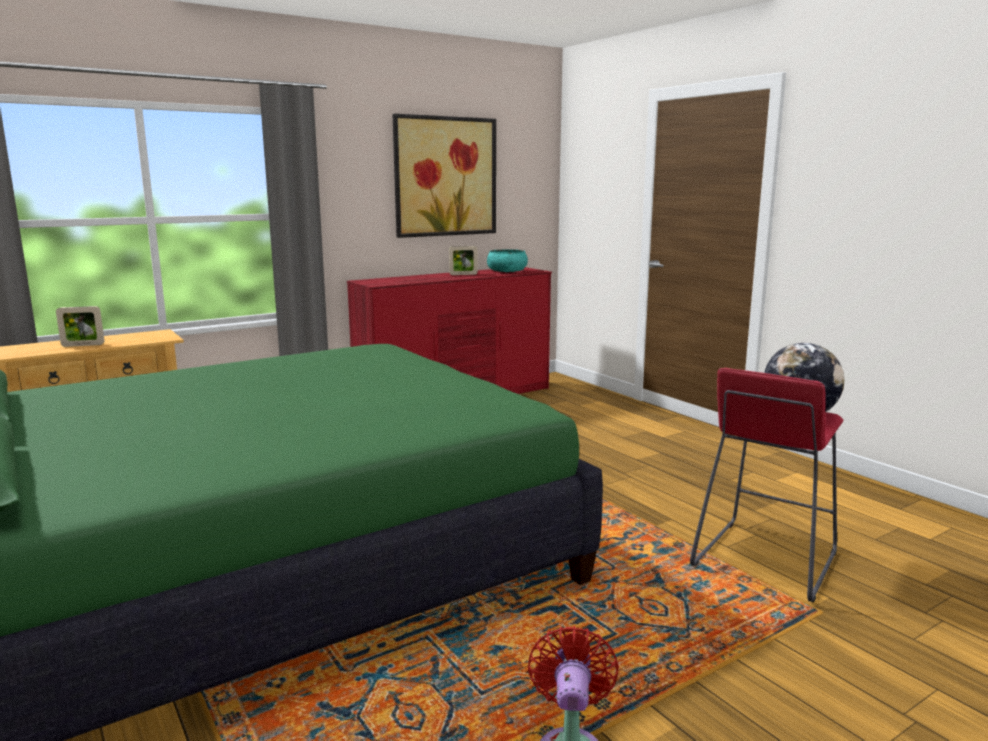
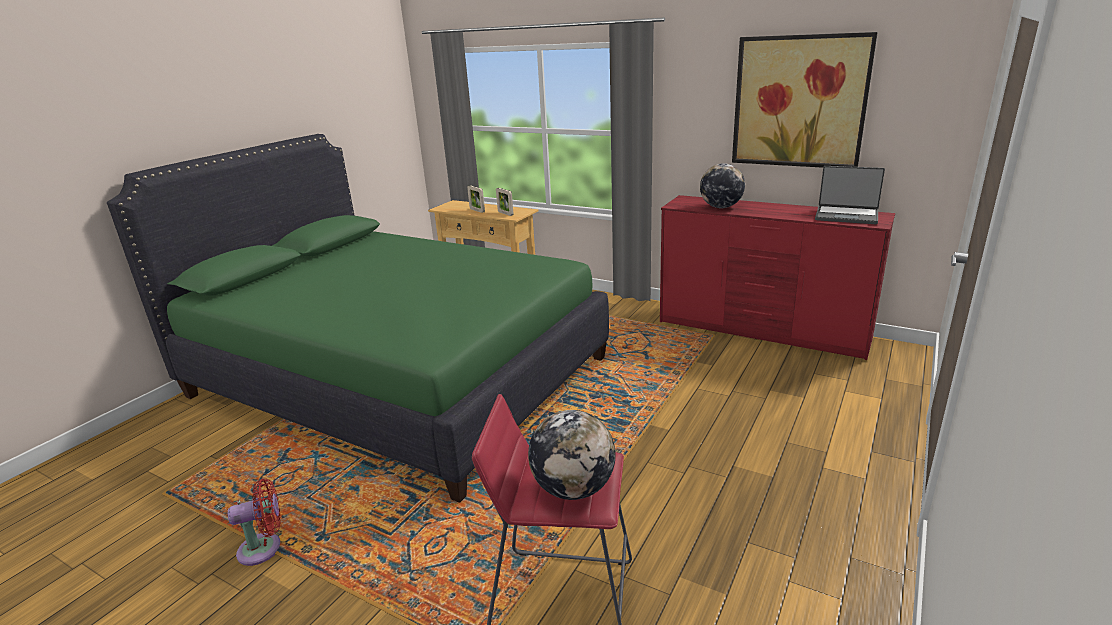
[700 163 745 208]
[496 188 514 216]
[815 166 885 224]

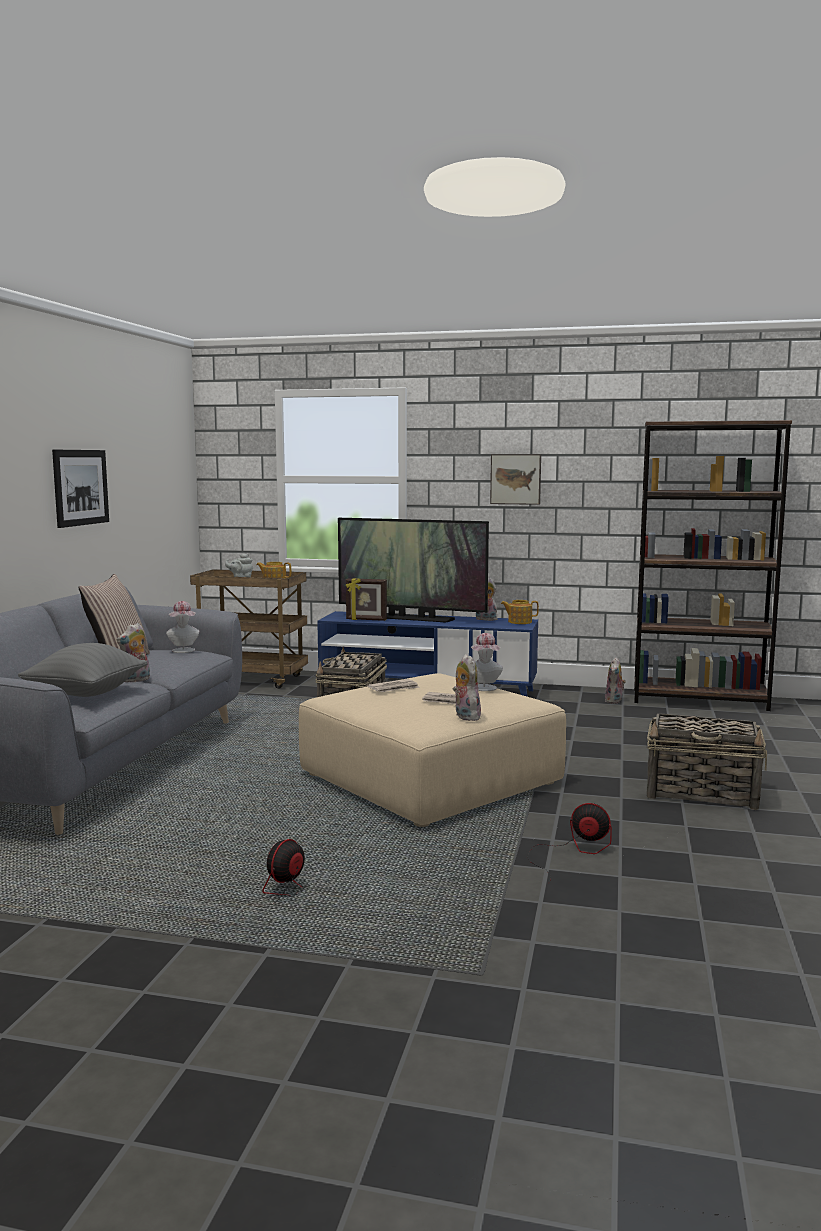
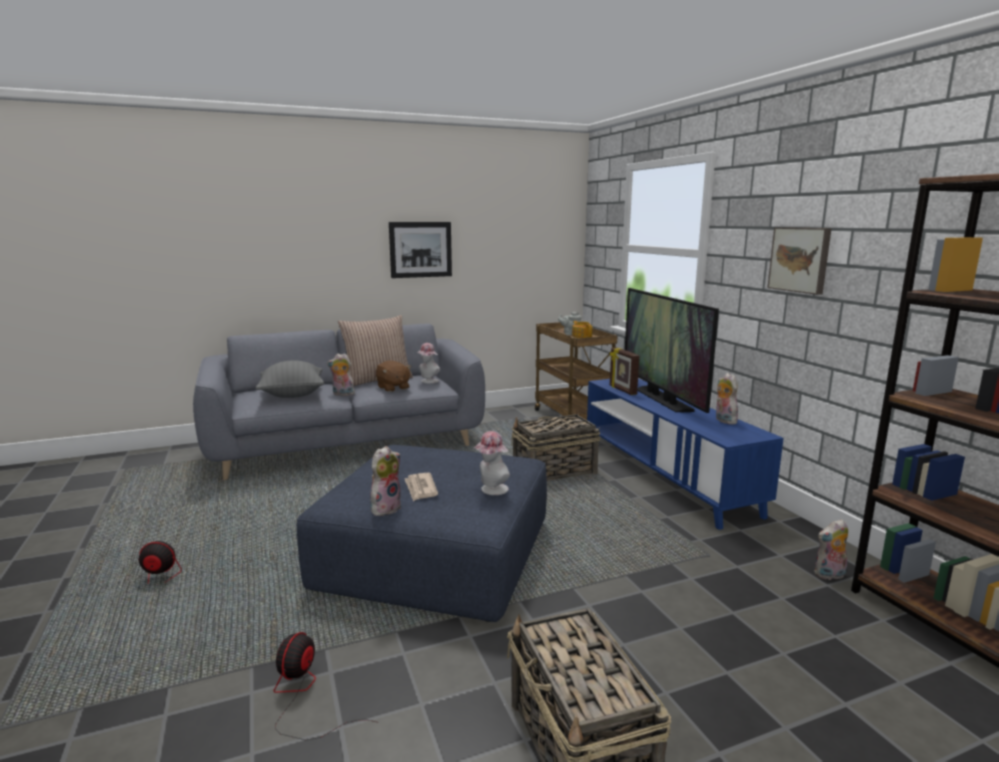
[367 679 420 692] (first image)
[501 600 539 624] (first image)
[376 360 411 392]
[297 445 547 622]
[274 632 379 740]

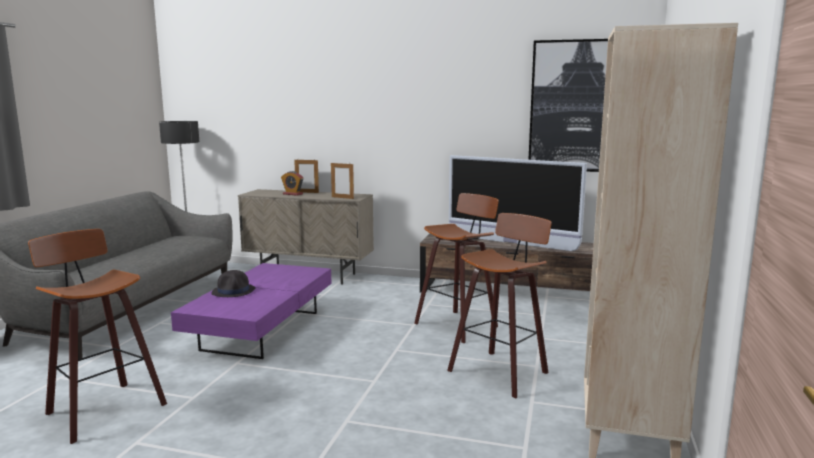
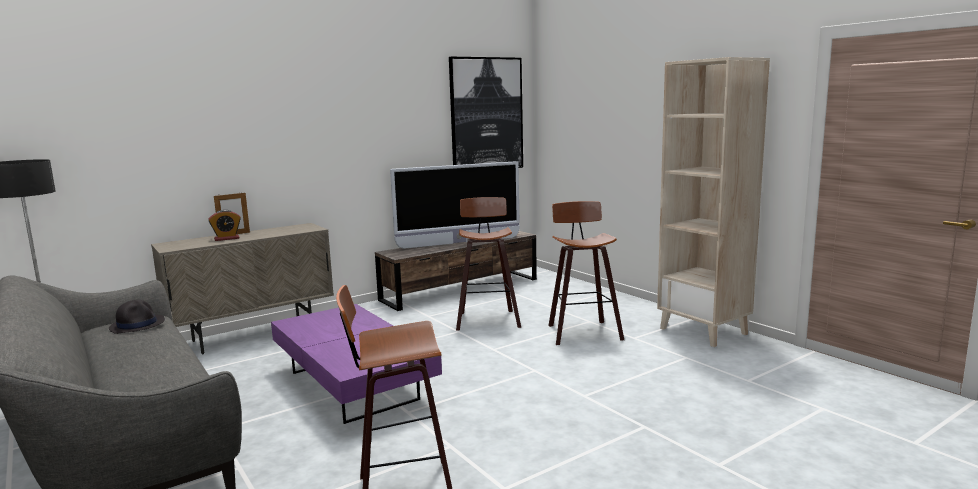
[331 163 354 199] (first image)
[109 300 165 334]

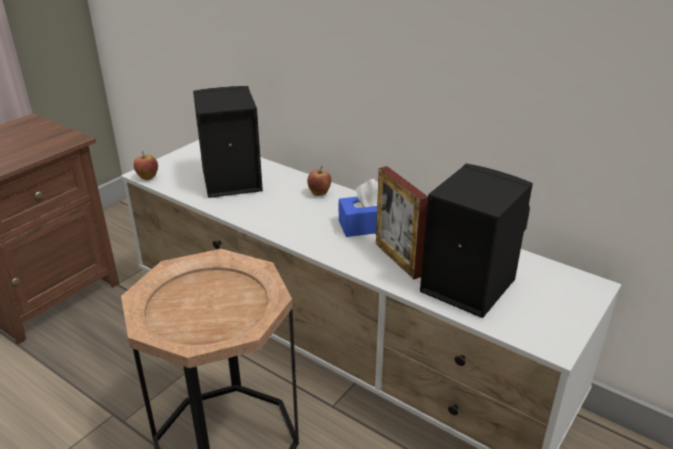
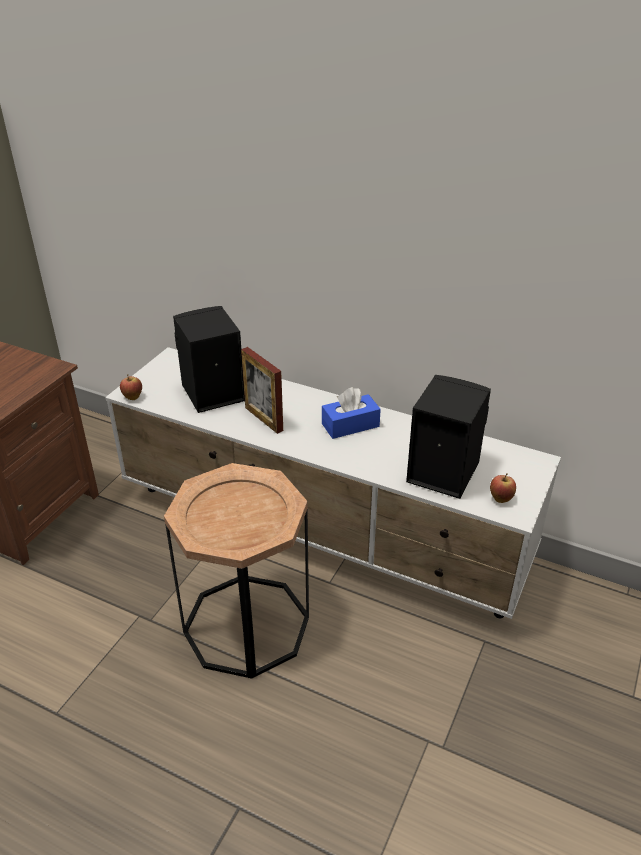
[490 473 516 503]
[241 347 283 434]

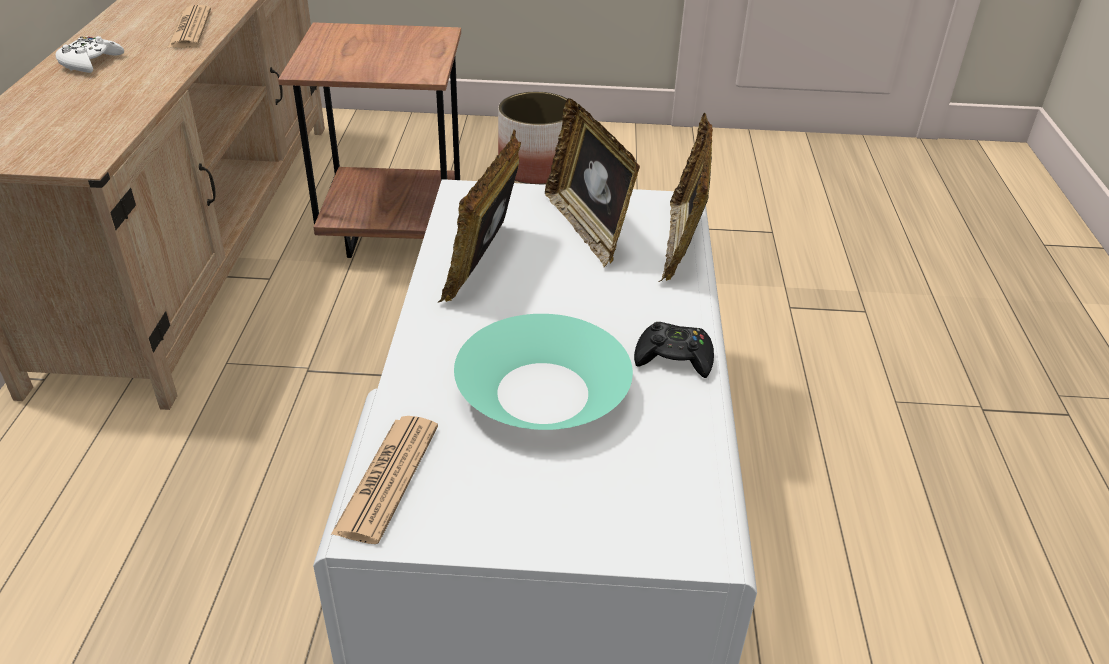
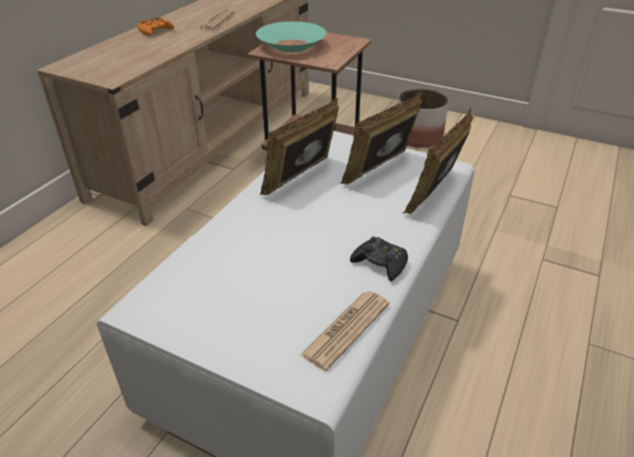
[300 291 389 371]
[256 21 326 53]
[138 17 174 36]
[340 92 422 184]

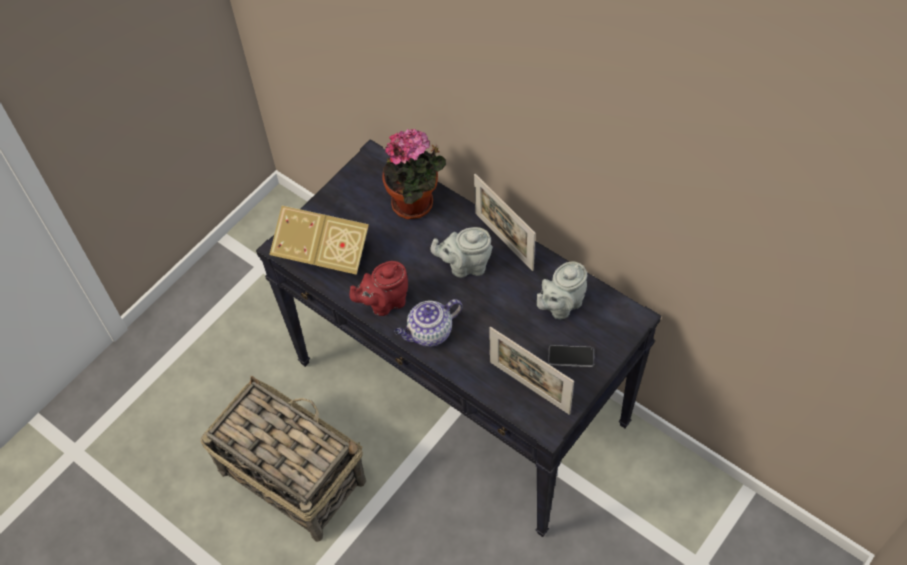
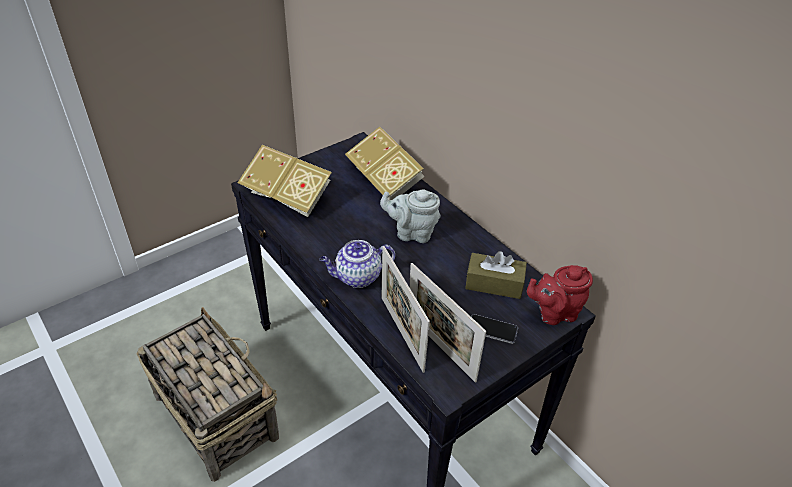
[527 265 593 325]
[381 246 430 373]
[345 127 425 200]
[465 251 527 299]

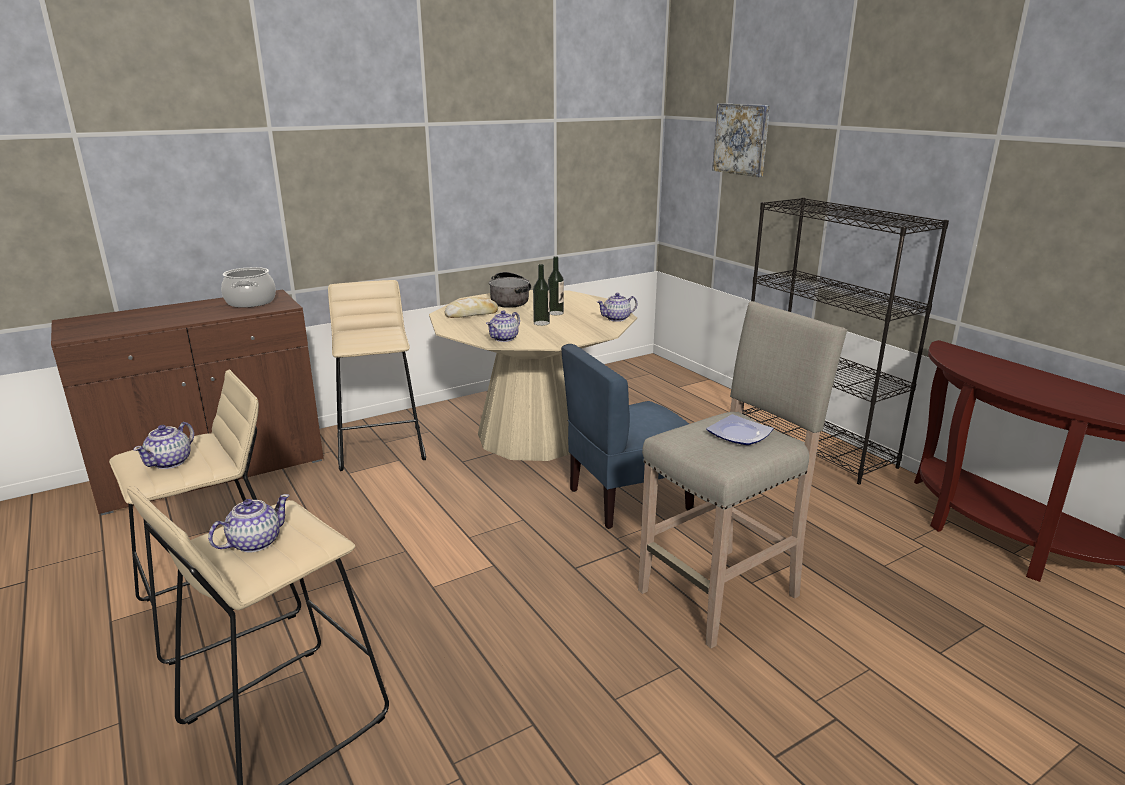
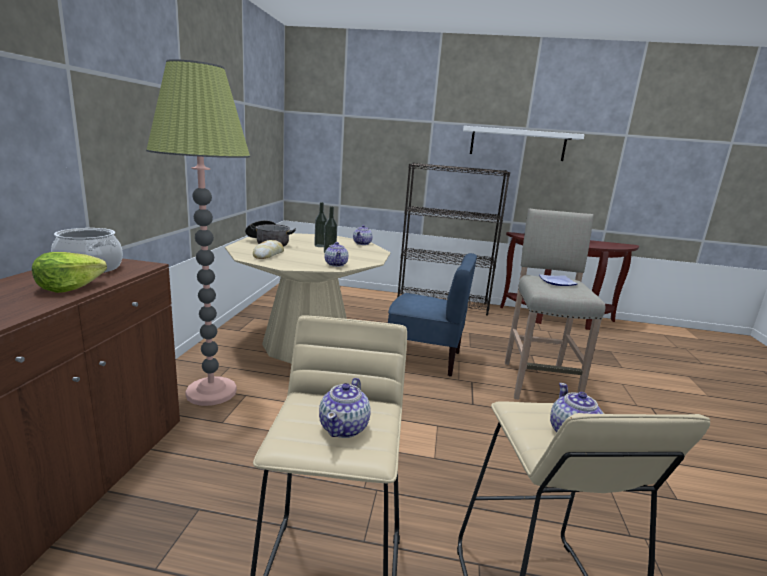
[712 103 770 177] (first image)
[32 252 107 293]
[463 126 585 161]
[146 59 250 406]
[319 378 371 438]
[388 253 477 377]

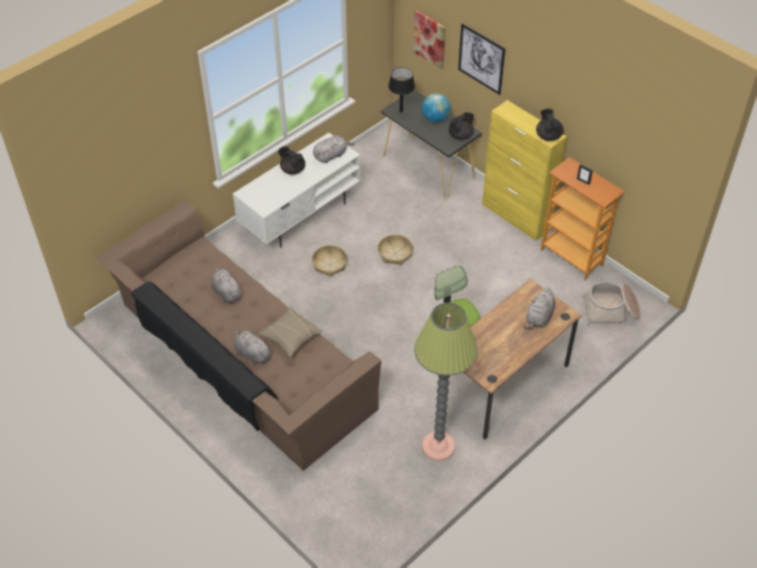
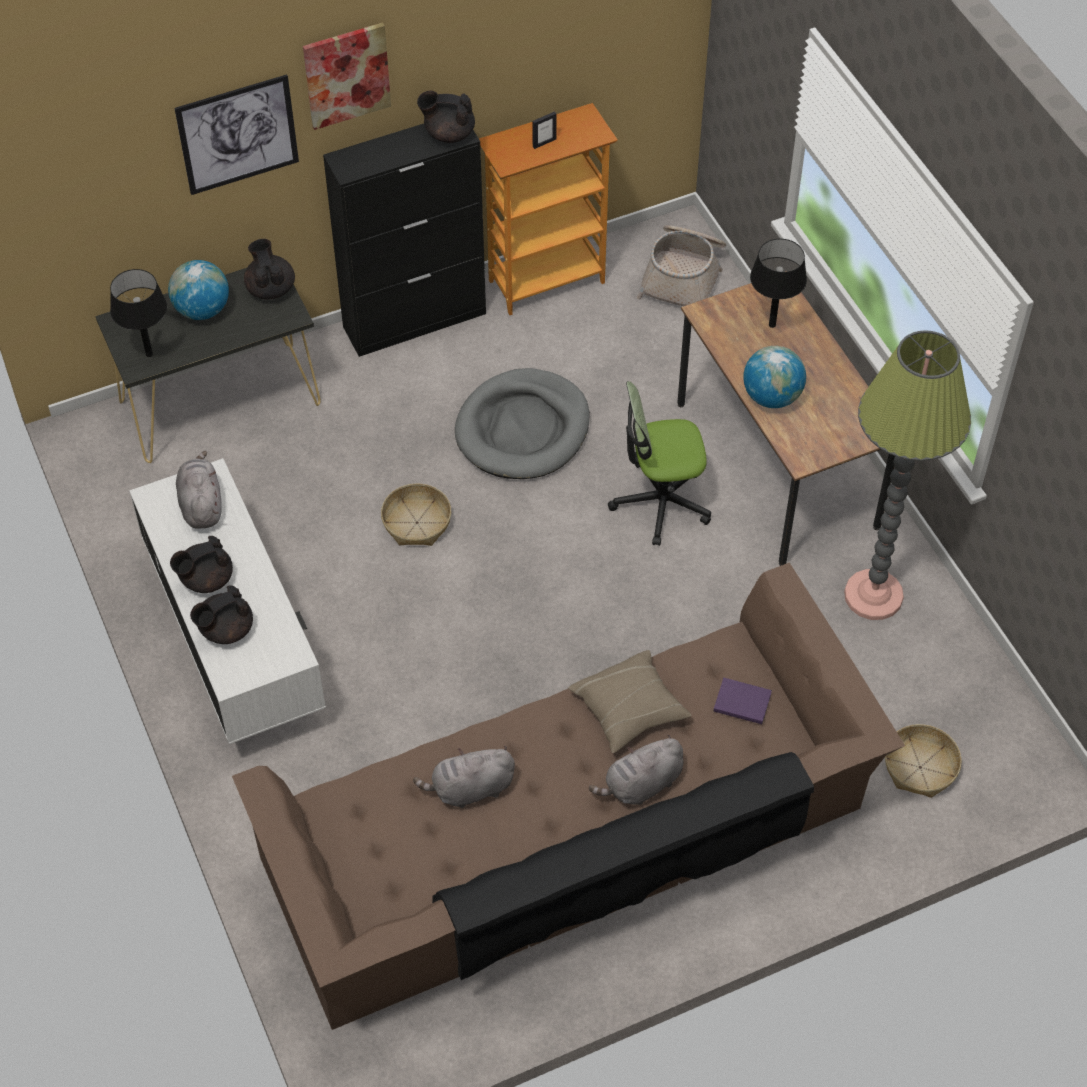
[190 586 253 644]
[455 368 590 479]
[714 678 772 724]
[743 346 806 408]
[885 724 962 798]
[303 22 391 130]
[750 239 807 328]
[323 124 486 357]

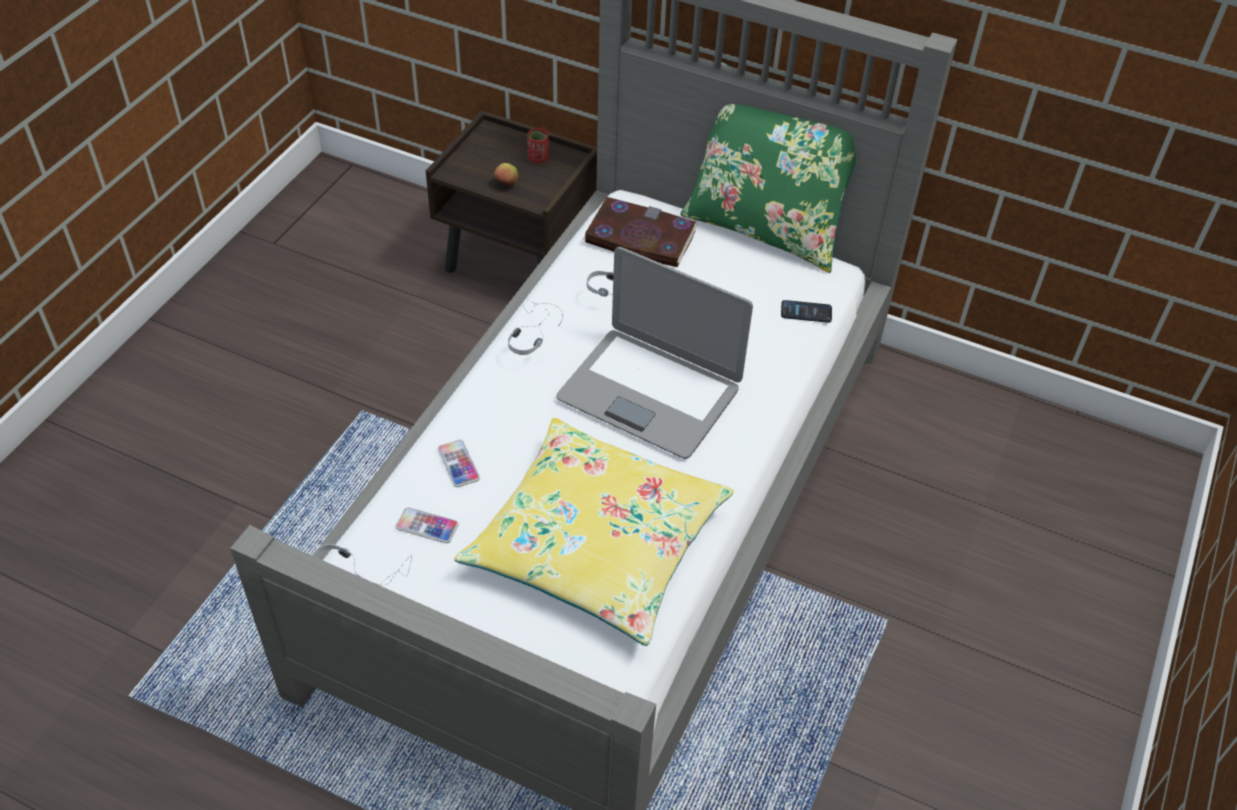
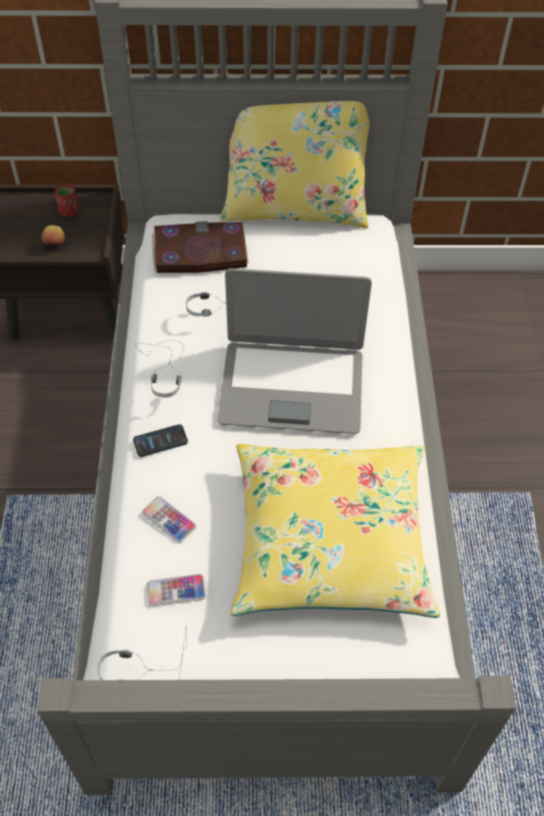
[133 424 188 457]
[220 73 370 228]

